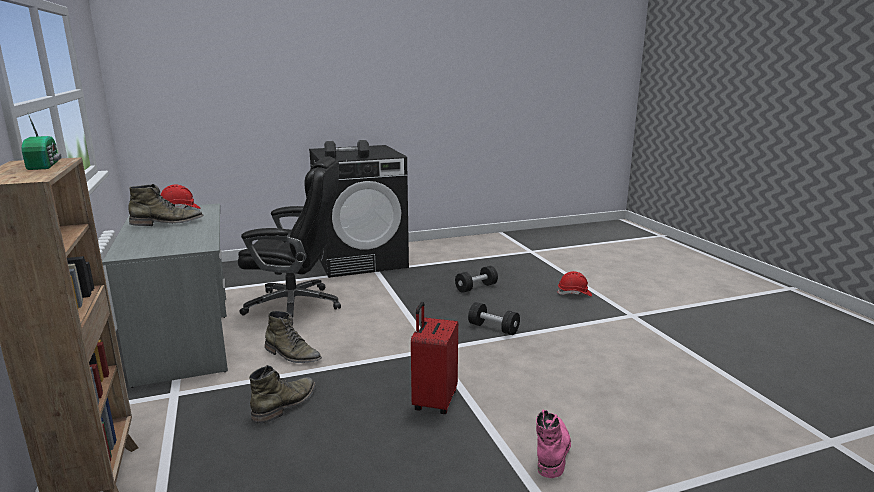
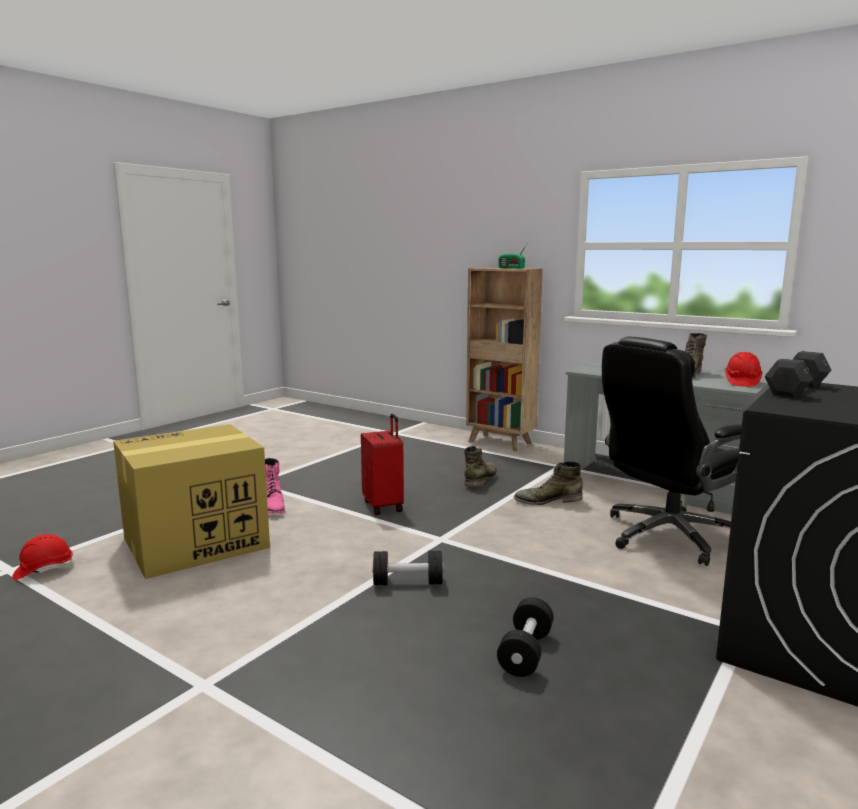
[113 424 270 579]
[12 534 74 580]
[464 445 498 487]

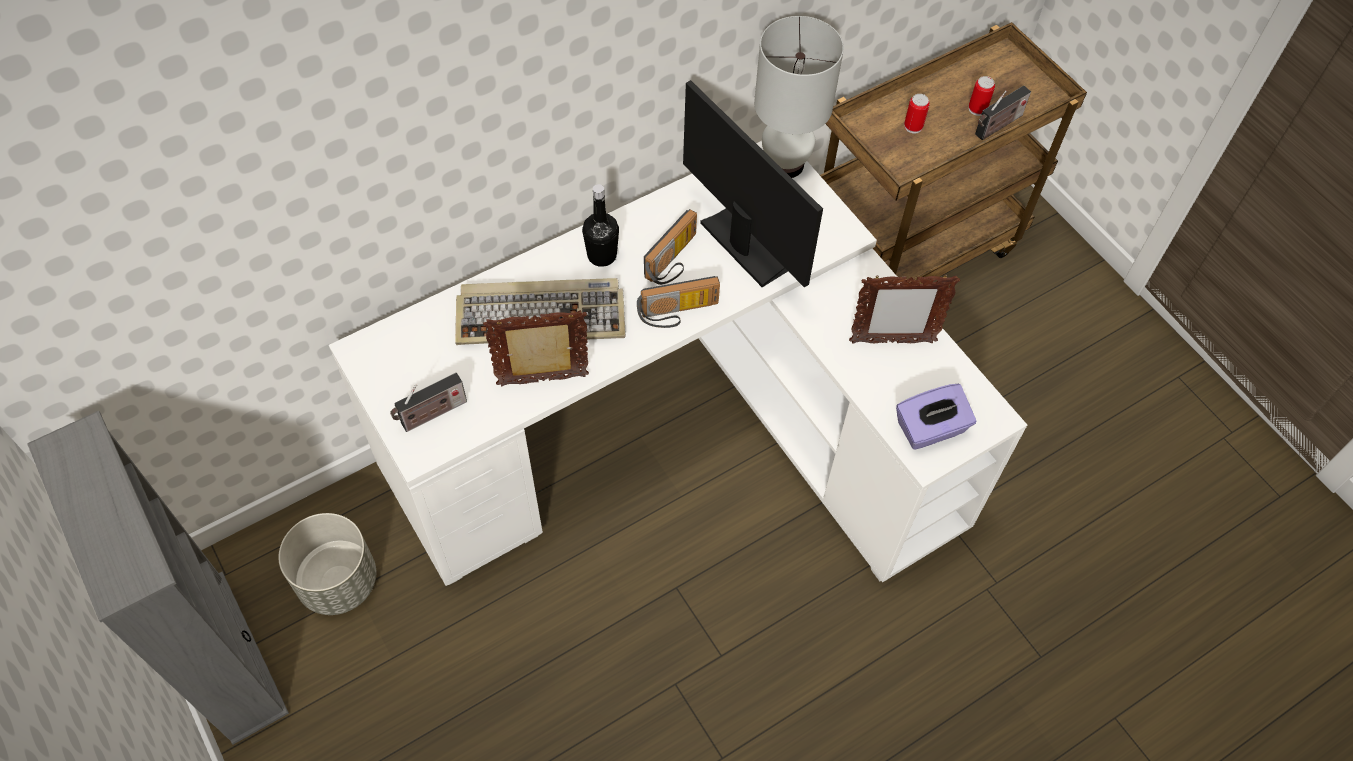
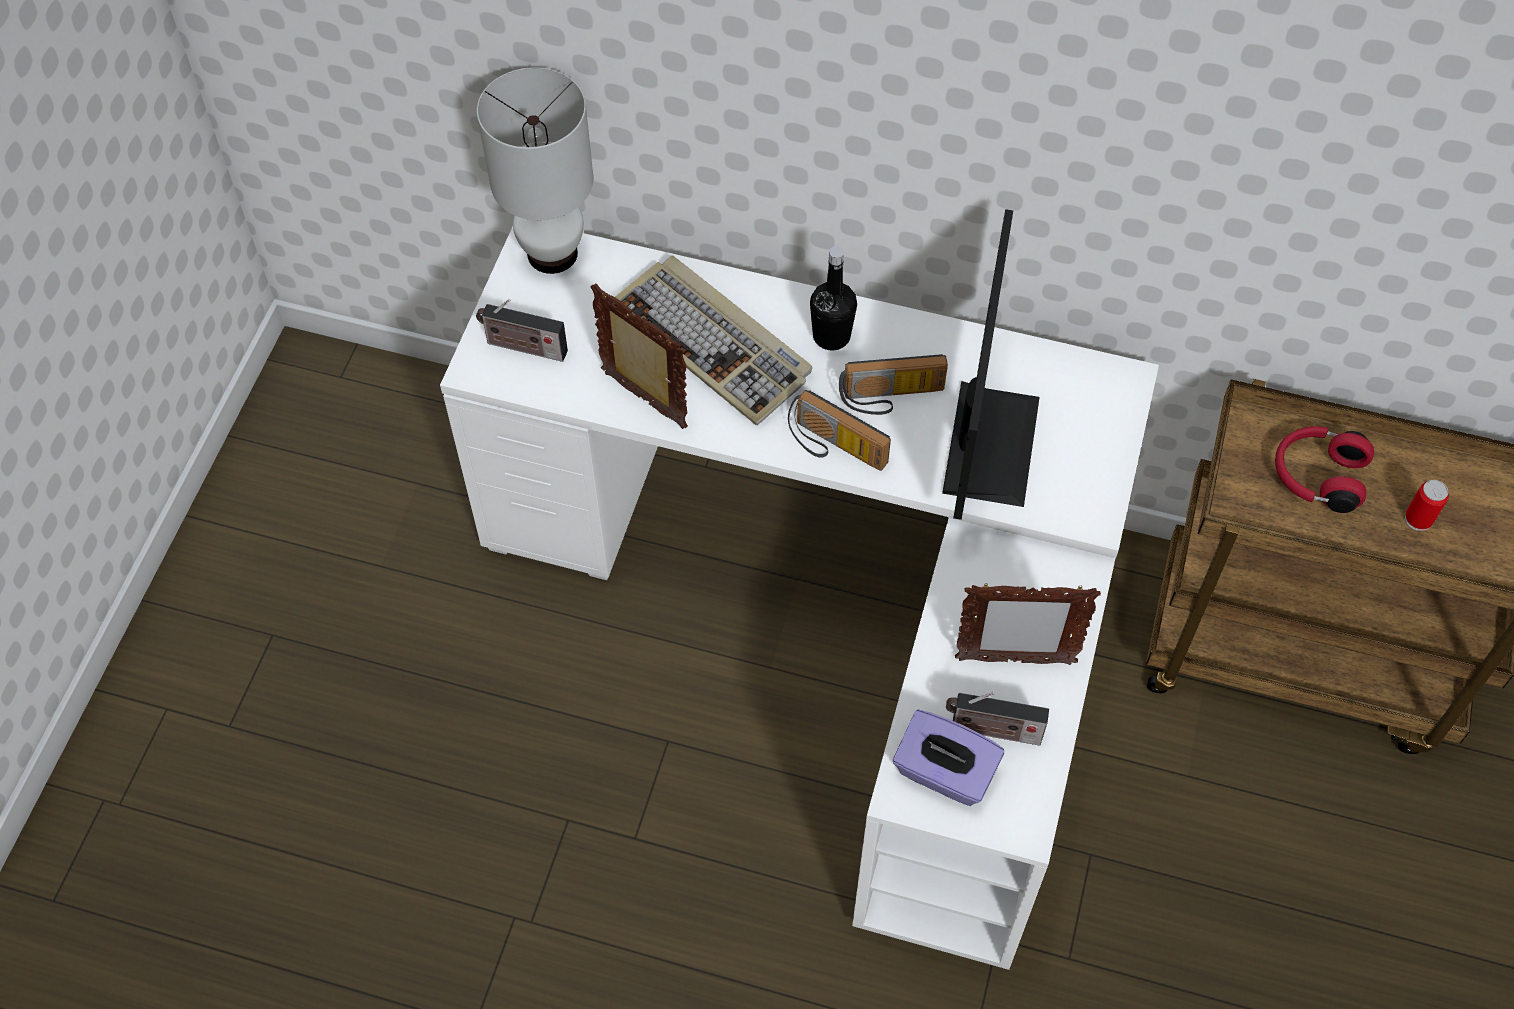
[27 411 289 744] (first image)
[279 513 376 615] (first image)
[477 67 593 274]
[946 692 1049 746]
[1275 426 1374 513]
[955 583 1101 665]

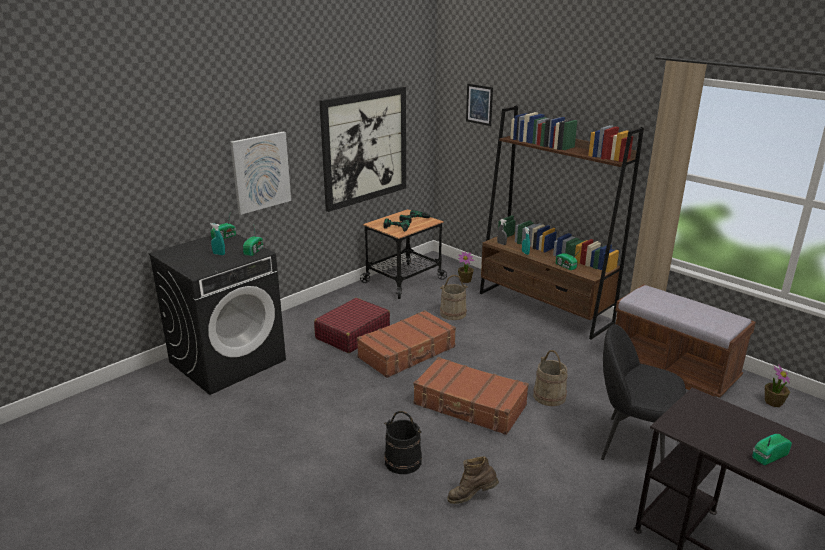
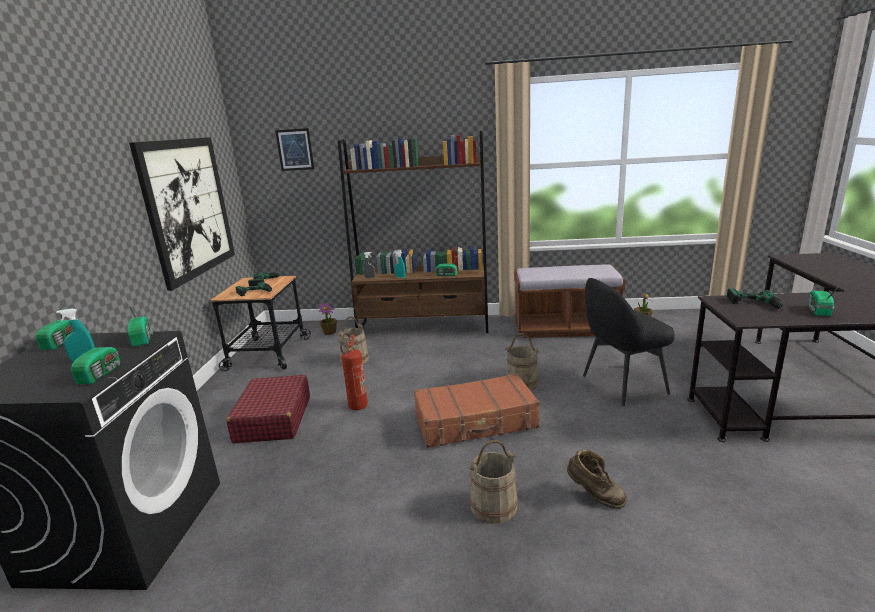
[230 131 291 215] (first image)
[71 324 120 384]
[727 289 783 310]
[340 333 368 410]
[469 440 518 524]
[567 450 627 509]

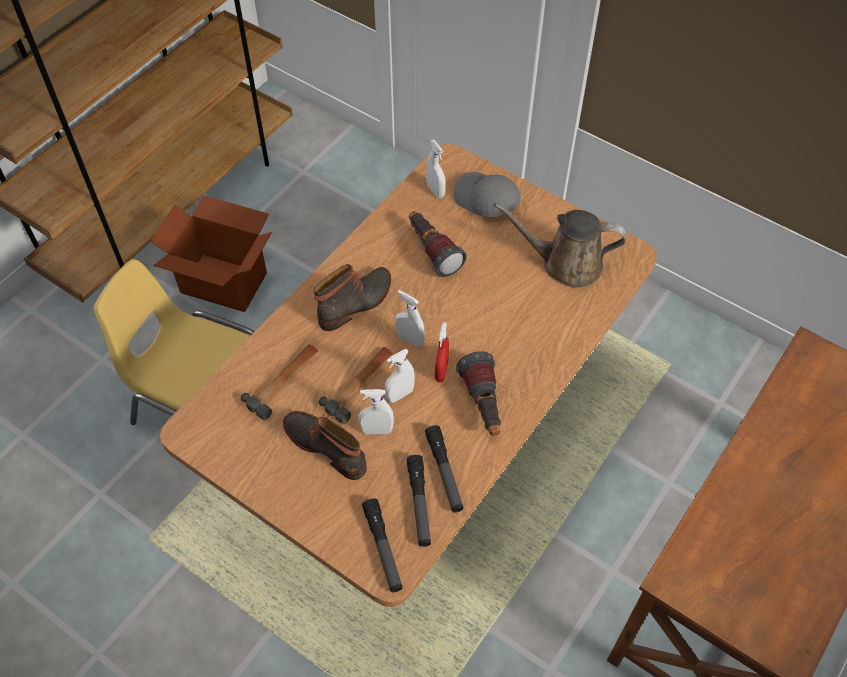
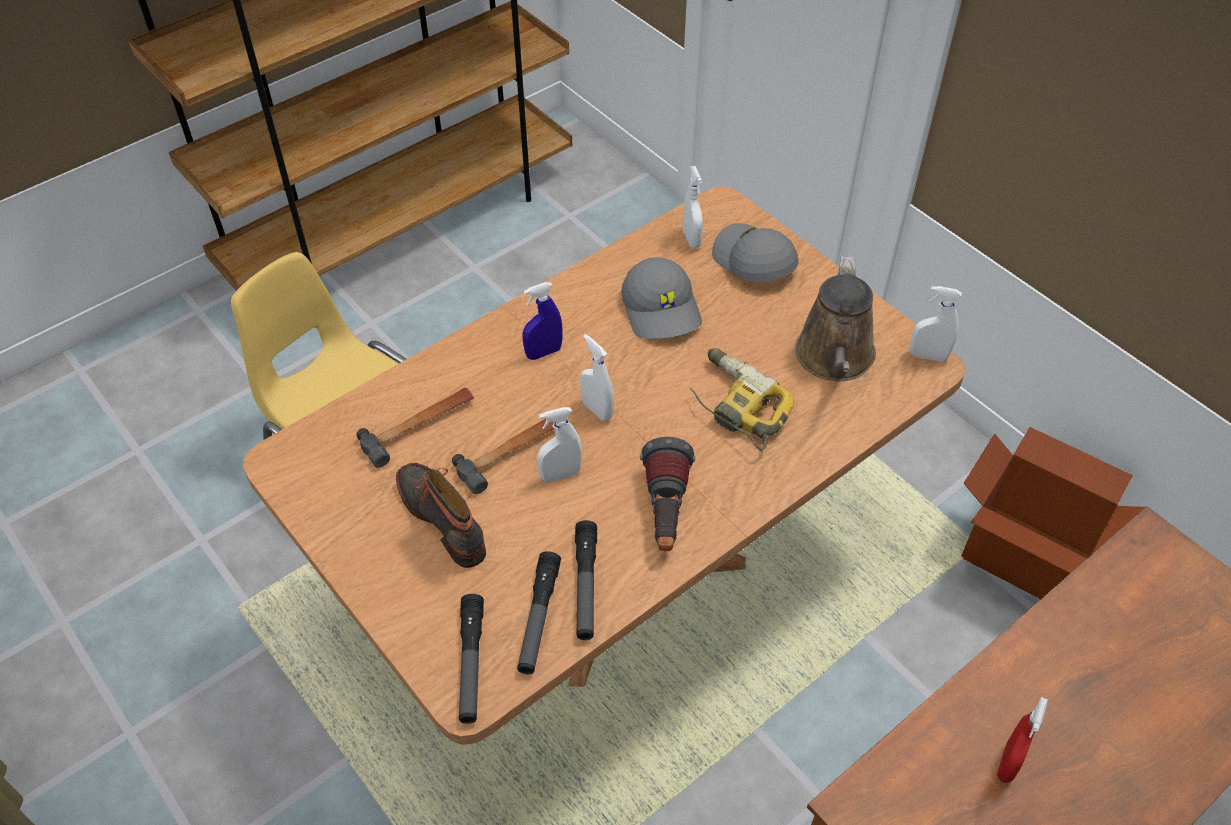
[690 348 795 451]
[961 427 1145 599]
[910 286 962 362]
[997 697 1048 783]
[522 282 562 360]
[622 257 702 339]
[795 256 876 381]

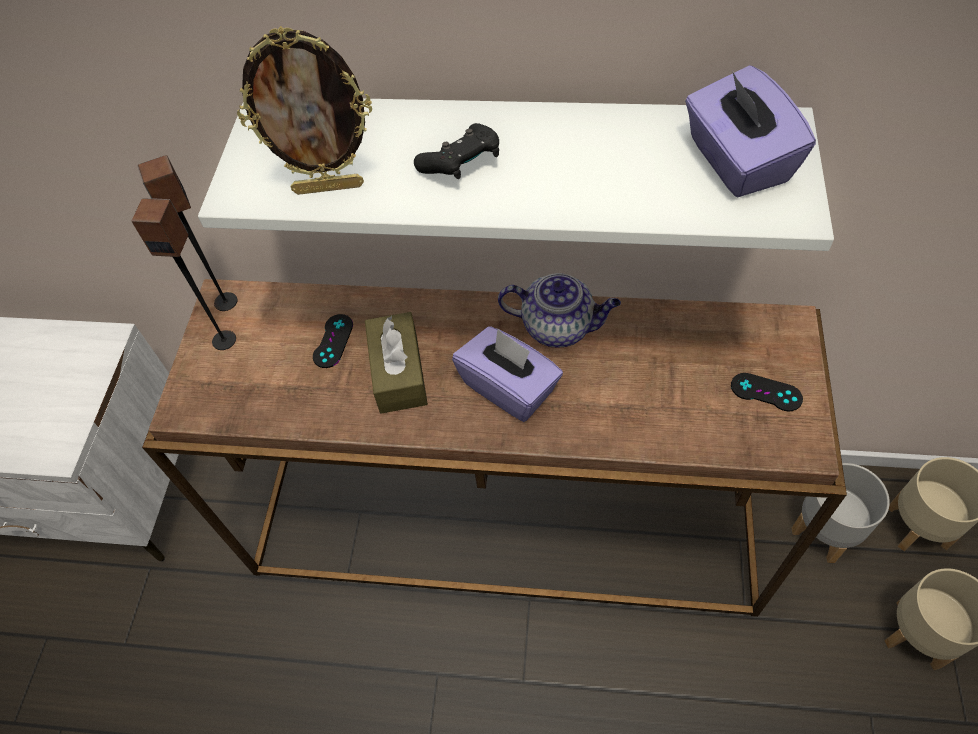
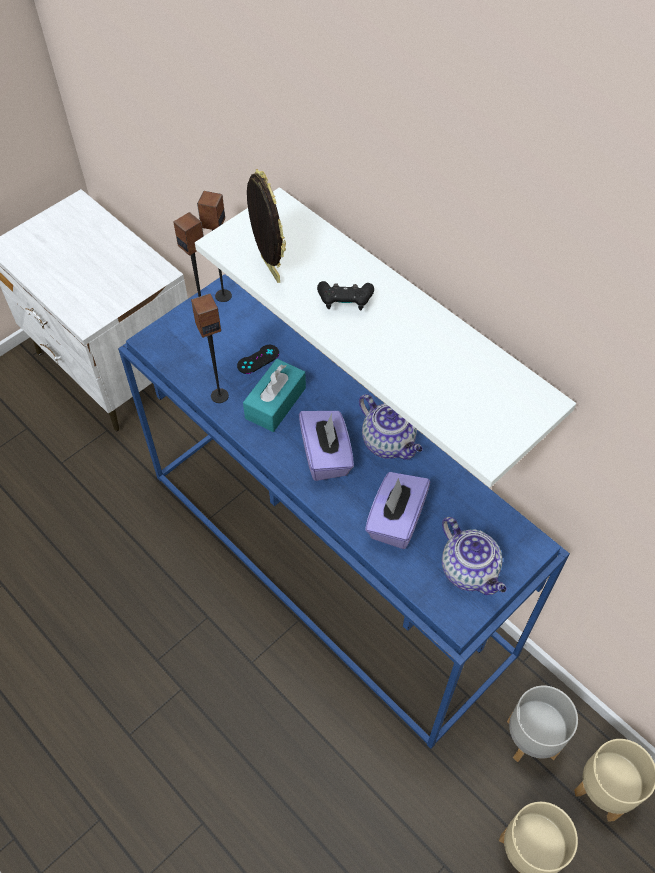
[191 294 229 403]
[365 472 430 549]
[442 517 507 595]
[118 274 570 749]
[243 359 306 432]
[247 169 286 283]

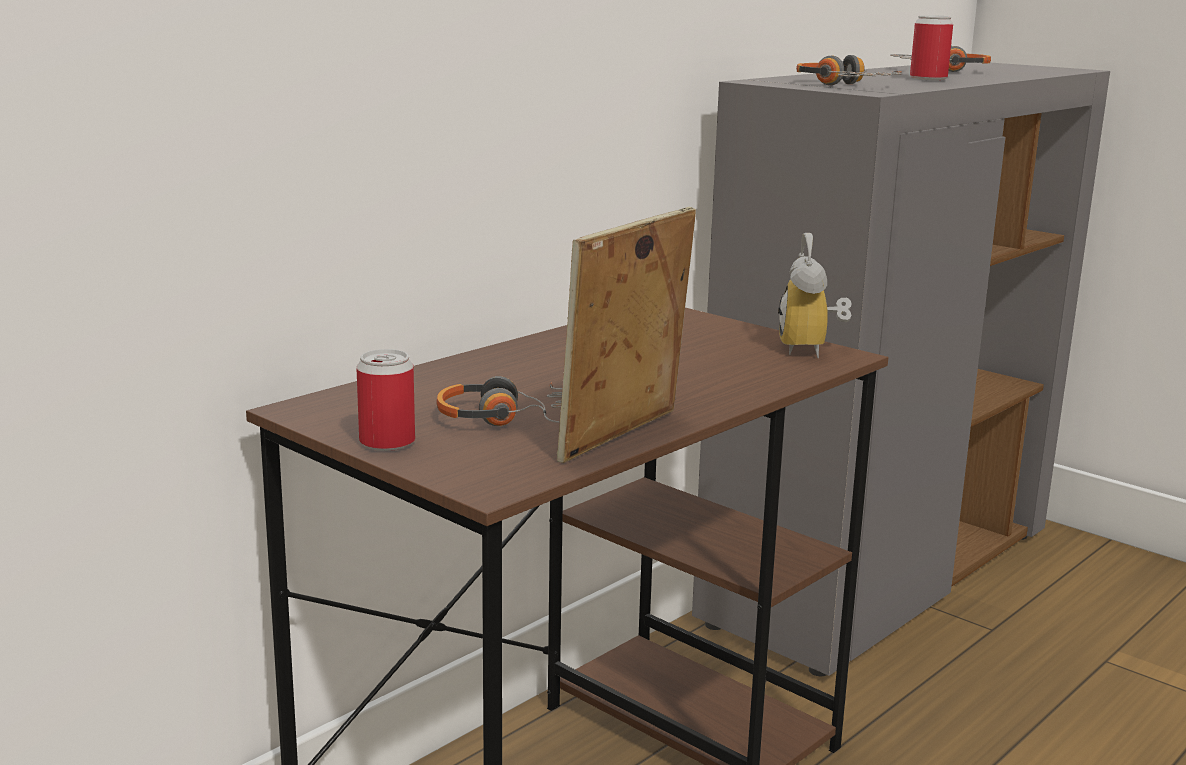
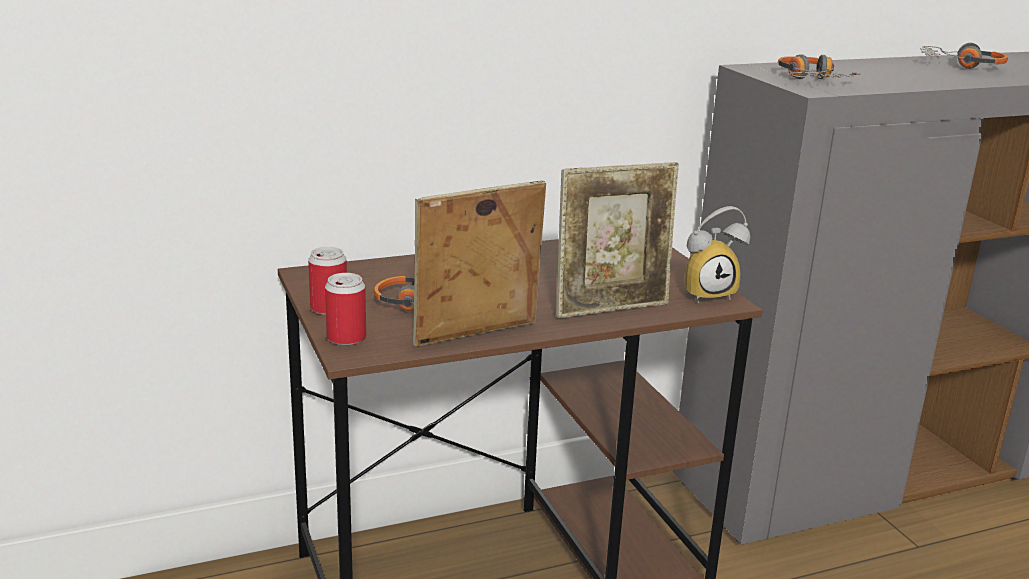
[556 163 679 319]
[325 273 366 345]
[685 206 750 303]

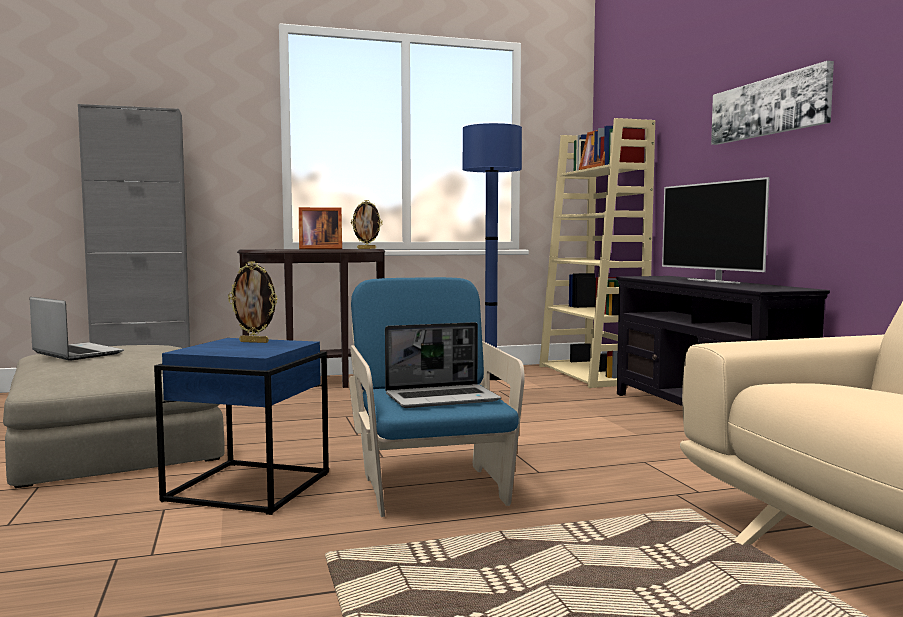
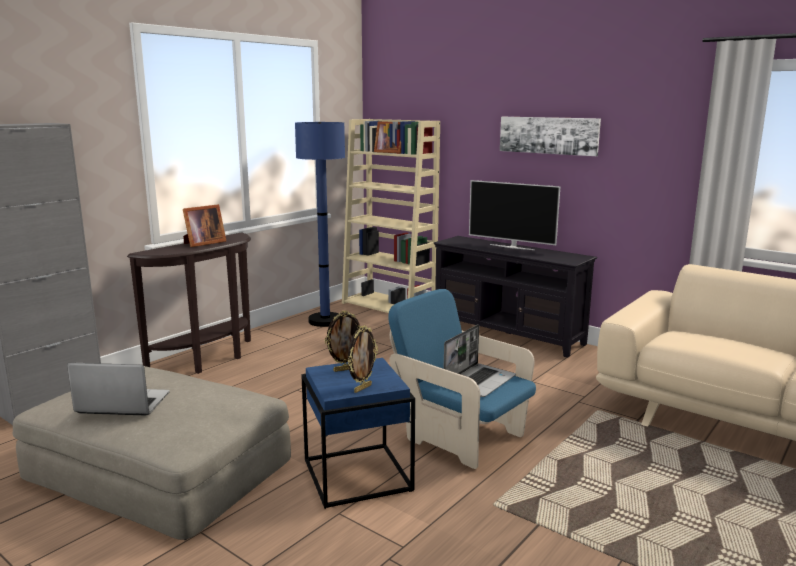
[347 325 378 393]

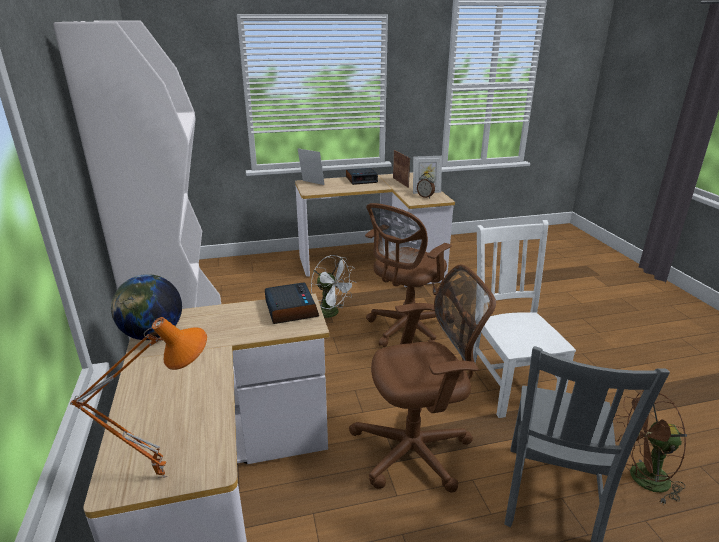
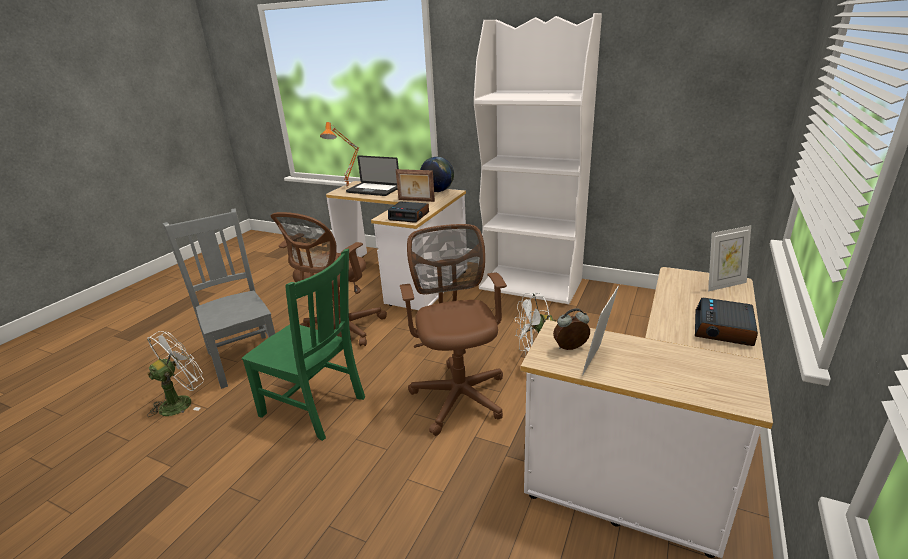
[346 155 399 196]
[396 169 435 202]
[242 249 365 441]
[147 331 204 417]

